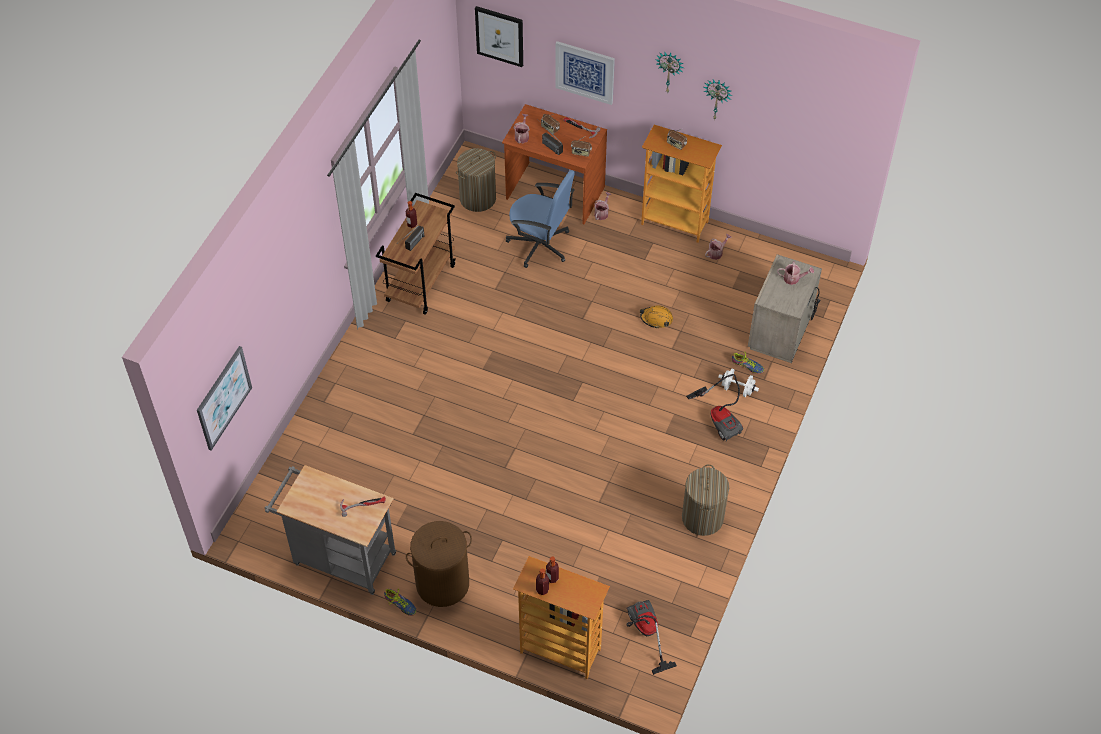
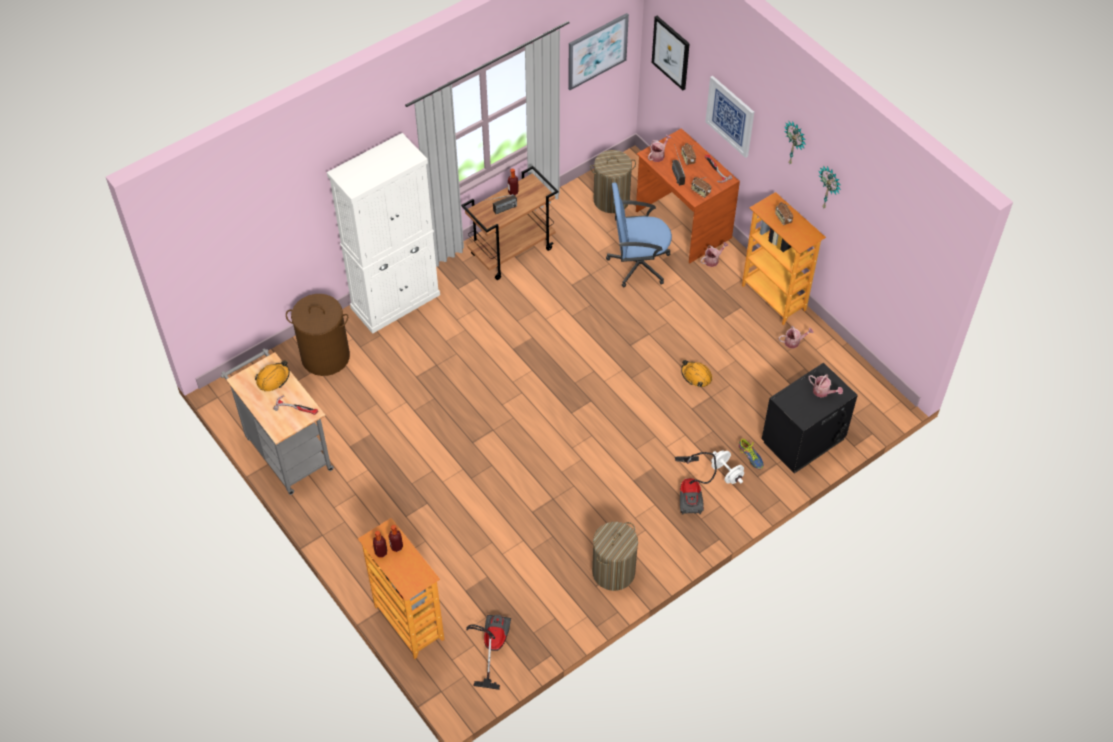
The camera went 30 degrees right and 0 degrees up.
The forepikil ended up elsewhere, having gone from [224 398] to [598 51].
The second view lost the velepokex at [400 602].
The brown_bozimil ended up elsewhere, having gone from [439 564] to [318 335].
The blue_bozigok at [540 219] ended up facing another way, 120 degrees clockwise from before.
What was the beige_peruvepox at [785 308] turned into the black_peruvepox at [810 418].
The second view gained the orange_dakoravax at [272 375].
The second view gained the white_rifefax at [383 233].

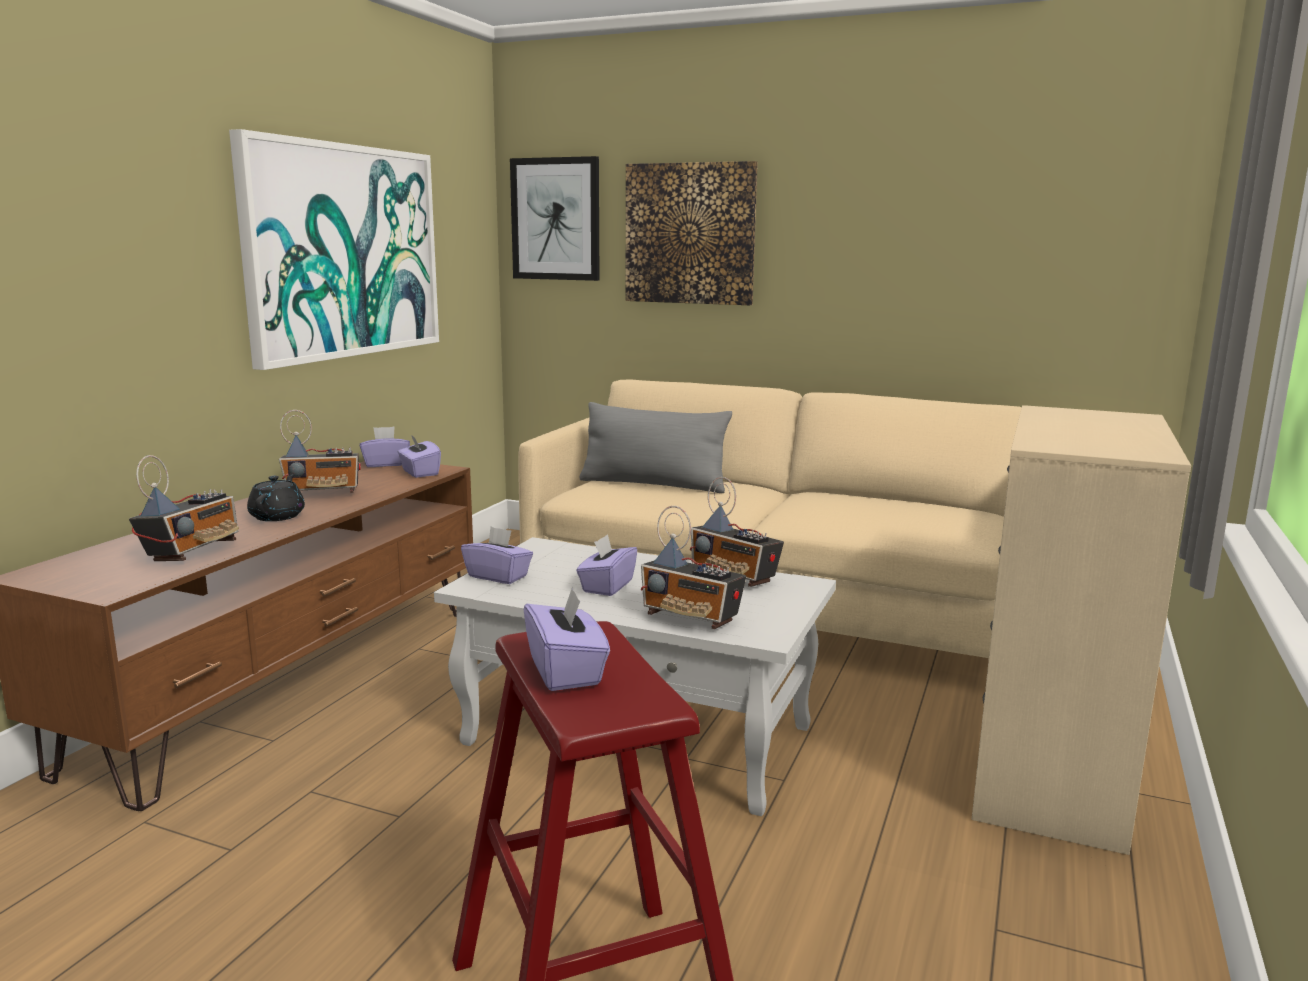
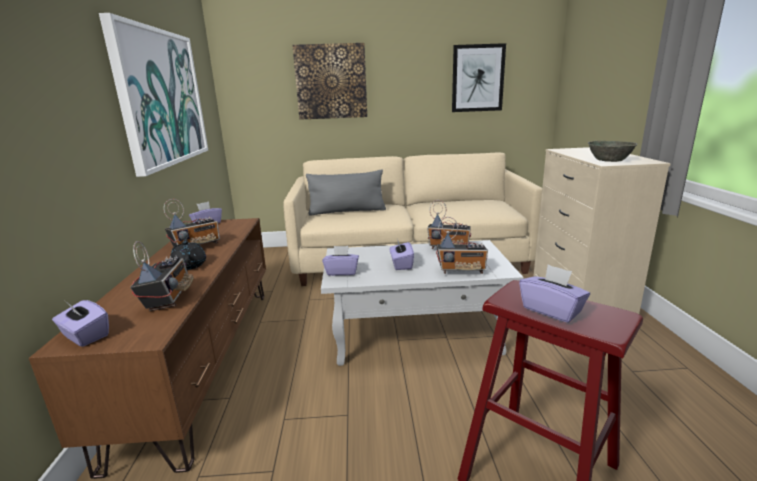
The camera went 25 degrees left and 5 degrees up.
The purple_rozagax ended up elsewhere, having gone from [419 456] to [80 323].
The forepikil ended up elsewhere, having gone from [554 218] to [479 77].
The second view gained the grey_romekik at [613 151].

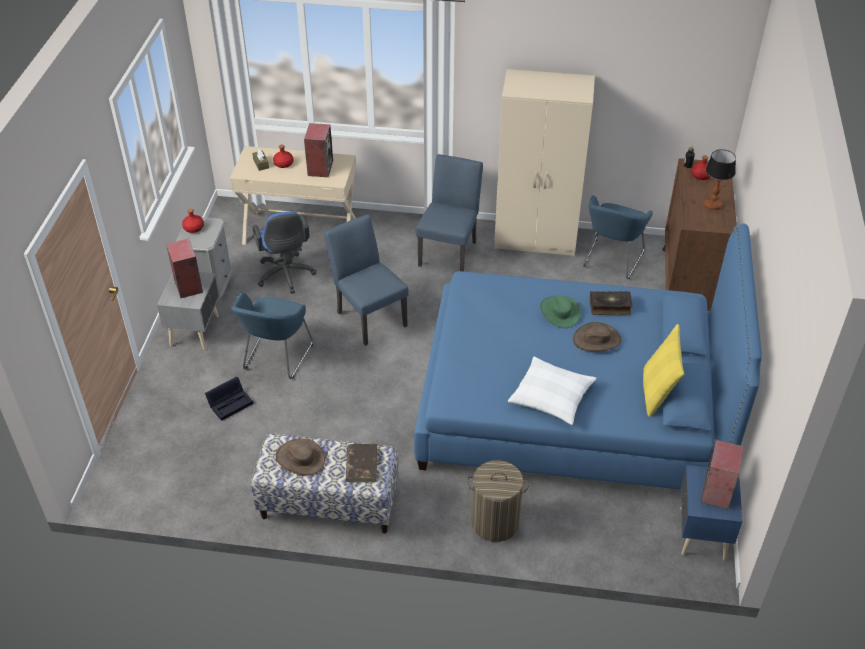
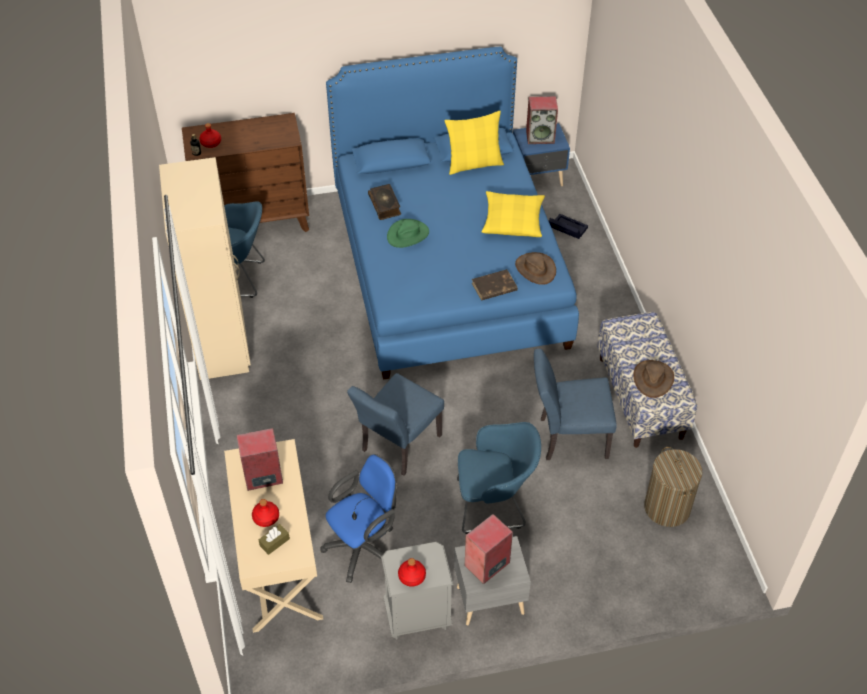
The camera went 110 degrees left and 5 degrees up.
The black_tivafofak ended up elsewhere, having gone from [229 399] to [568 226].
The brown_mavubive ended up elsewhere, having gone from [361 463] to [495 284].
The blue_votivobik ended up elsewhere, having gone from [449 212] to [575 404].
The bozimil ended up elsewhere, having gone from [498 501] to [673 487].
What was the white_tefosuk at [552 391] turned into the yellow_tefosuk at [513 214].
The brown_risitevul ended up elsewhere, having gone from [597 336] to [535 268].
The second view lost the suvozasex at [720 179].

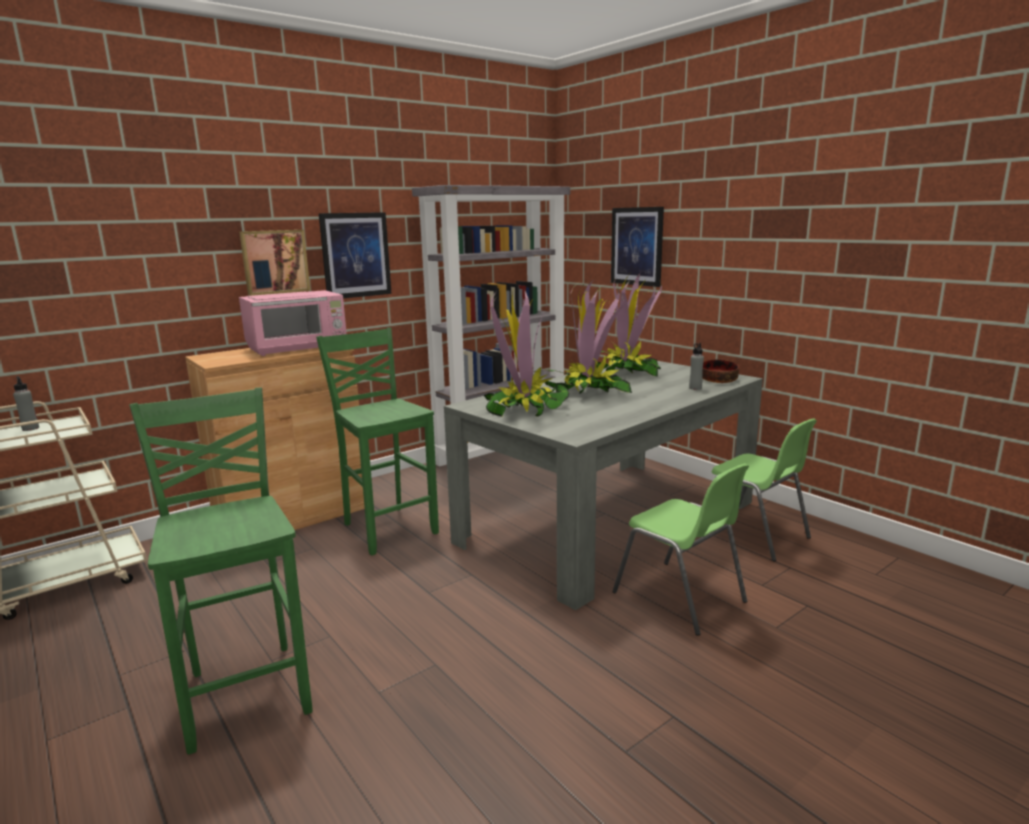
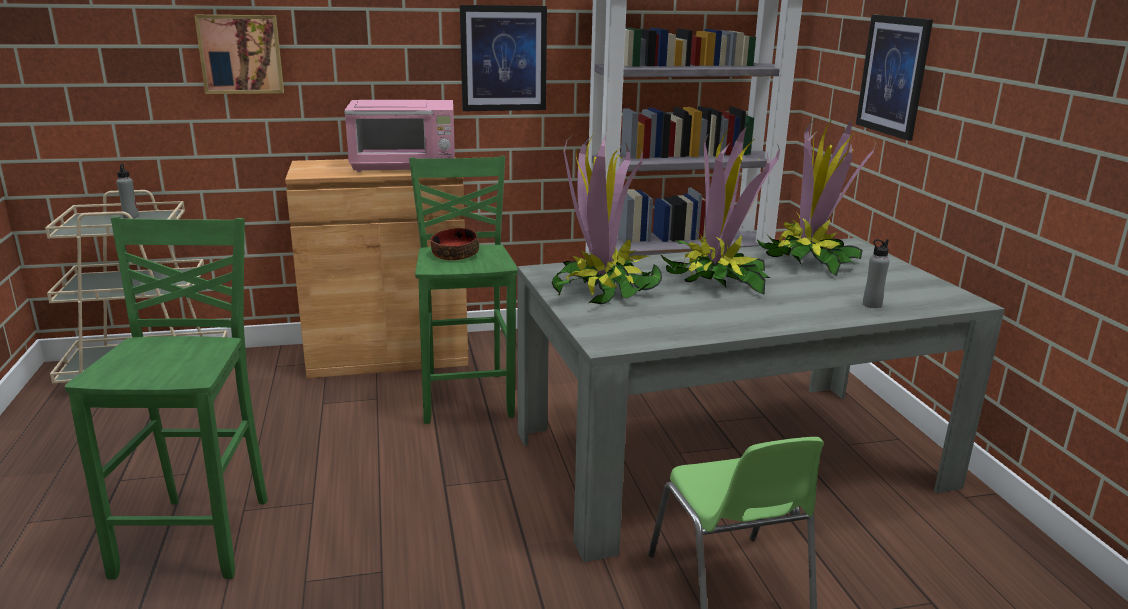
The camera went 25 degrees right and 5 degrees up.
The forepikil ended up elsewhere, having gone from [274 263] to [239 54].
The romekik ended up elsewhere, having gone from [720 371] to [455 244].
The second view lost the green_votivobik at [764 490].

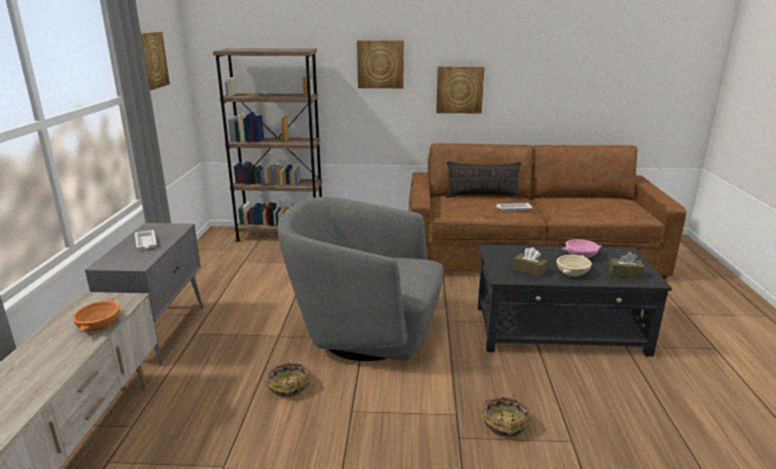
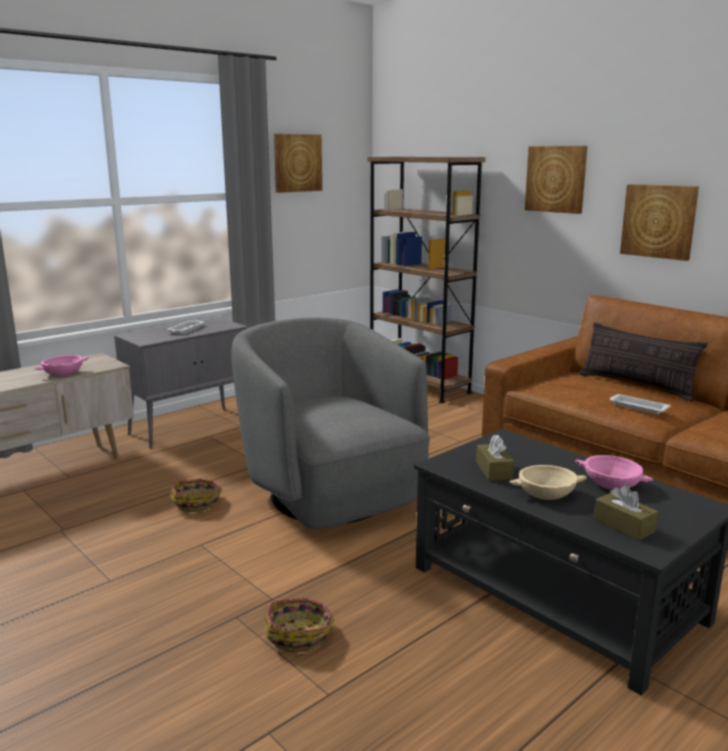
The camera went 45 degrees right and 5 degrees down.
What was the orange_romekik at [96 315] turned into the pink_romekik at [62 365].

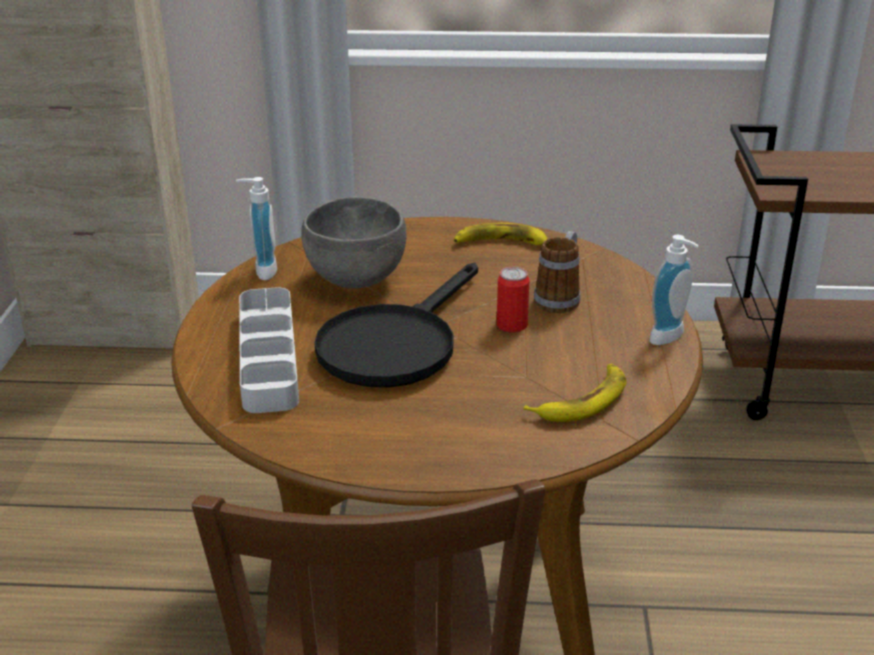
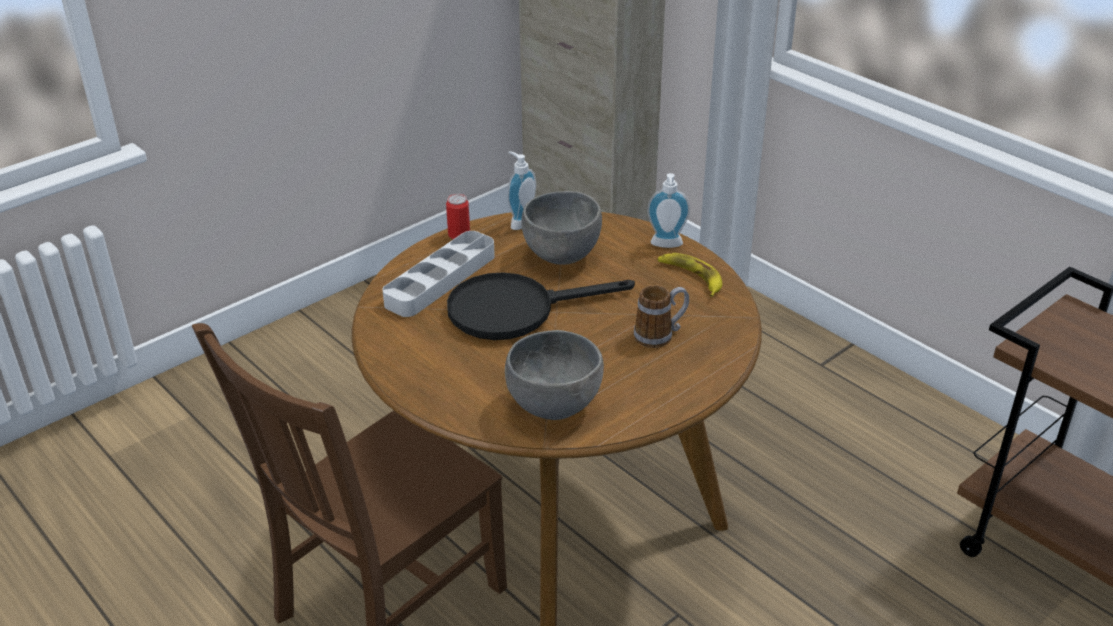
The camera went 45 degrees right and 5 degrees up.
The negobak ended up elsewhere, having gone from [513 300] to [458 216].
Where the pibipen stood at [575 393], the grey_romekik came to stand at [554 375].
The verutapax ended up elsewhere, having gone from [674 290] to [668 210].

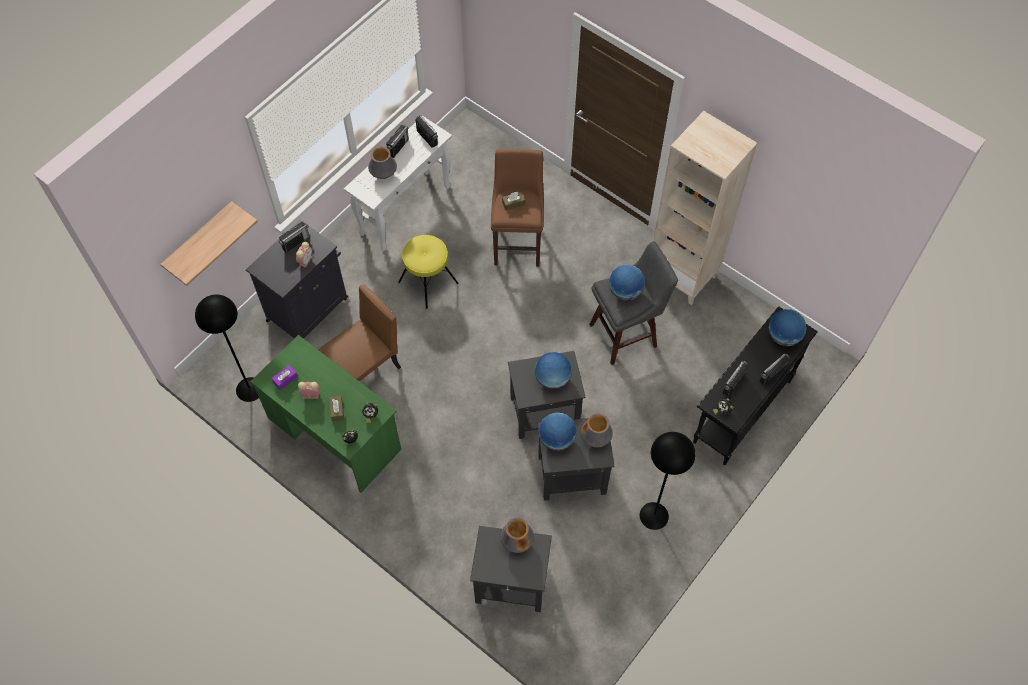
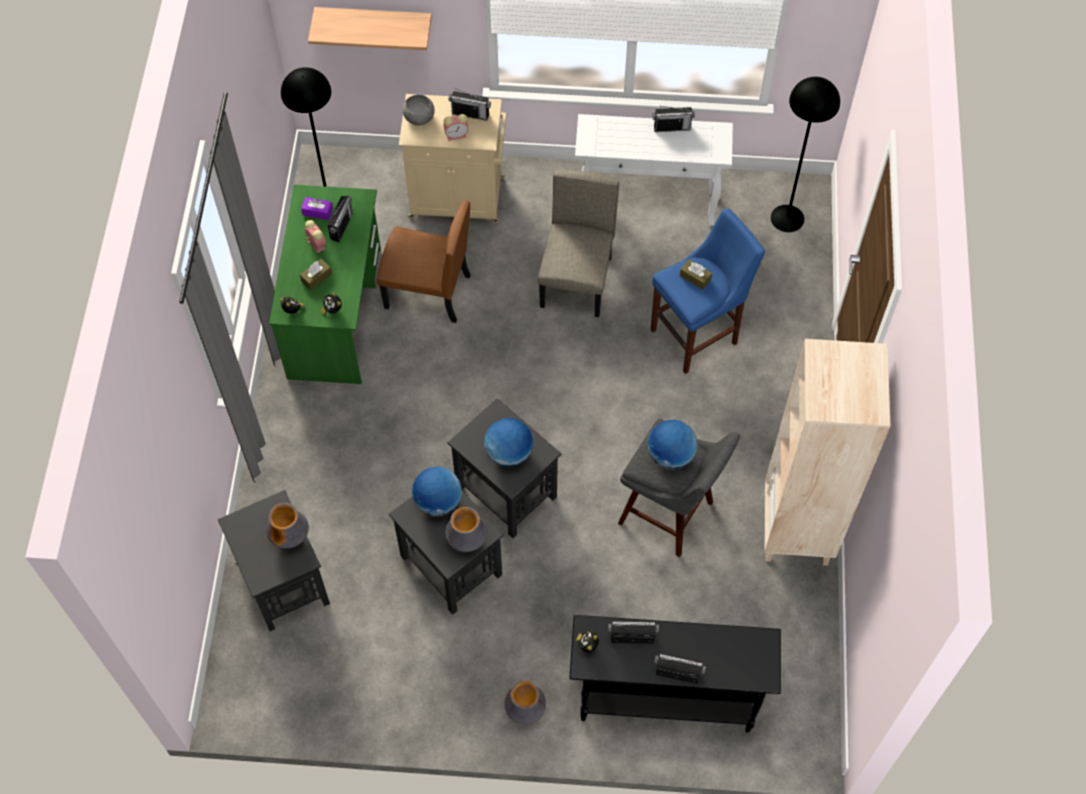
The camera went 55 degrees right and 0 degrees up.
What was the black_rifefax at [297 279] turned into the beige_rifefax at [452 158].
The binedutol ended up elsewhere, having gone from [382 163] to [525 702].
Where the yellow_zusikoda stood at [428 272], the beige_votivobik came to stand at [578 243].
The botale ended up elsewhere, having gone from [426 131] to [340 218].
What was the brown_zusikoda at [517 208] turned into the blue_zusikoda at [707 291].
The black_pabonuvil ended up elsewhere, having gone from [667 481] to [805 154].
The second view lost the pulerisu at [788 327].
The second view gained the grey_romekik at [418 110].

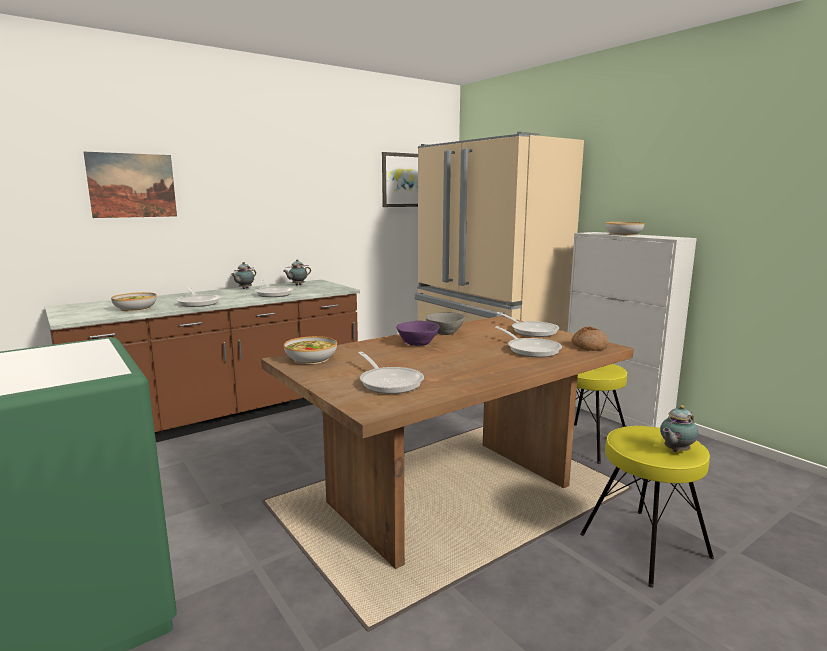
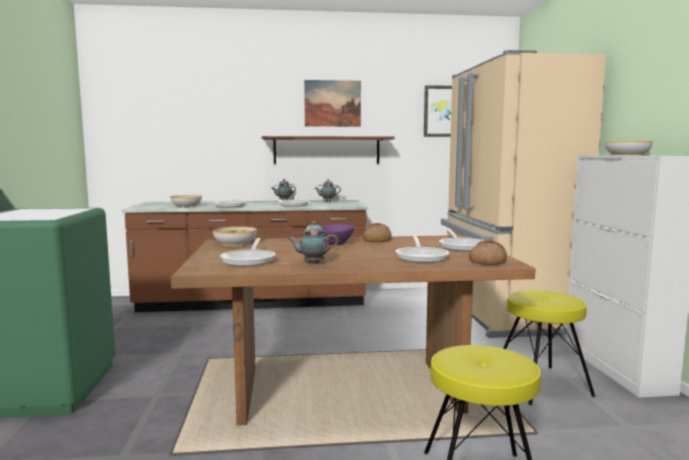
The camera went 30 degrees right and 5 degrees down.
The forepikil ended up elsewhere, having gone from [130 185] to [332 103].
Where the grey_romekik stood at [445 324], the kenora came to stand at [377 232].
The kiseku ended up elsewhere, having gone from [679 428] to [313 242].
The second view gained the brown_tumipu at [328 150].

